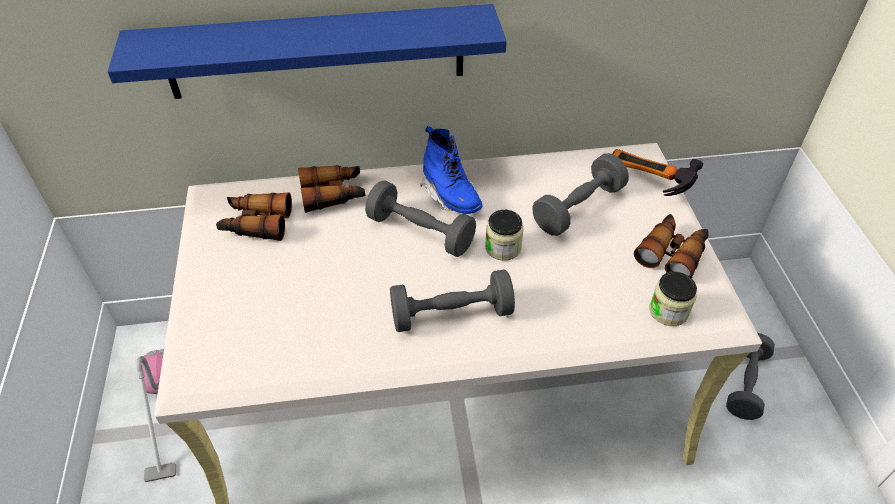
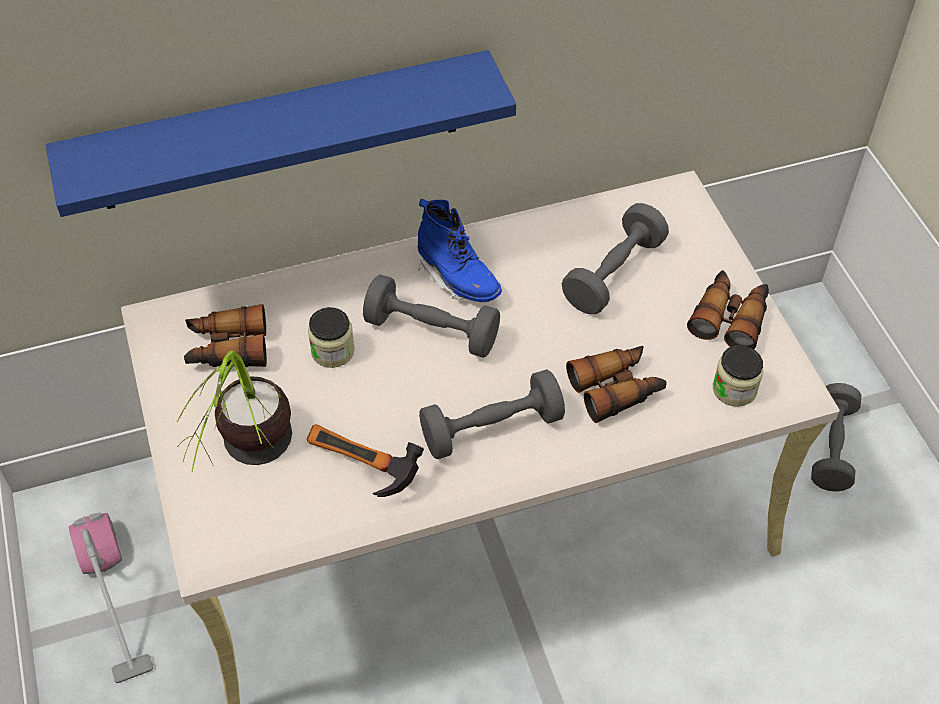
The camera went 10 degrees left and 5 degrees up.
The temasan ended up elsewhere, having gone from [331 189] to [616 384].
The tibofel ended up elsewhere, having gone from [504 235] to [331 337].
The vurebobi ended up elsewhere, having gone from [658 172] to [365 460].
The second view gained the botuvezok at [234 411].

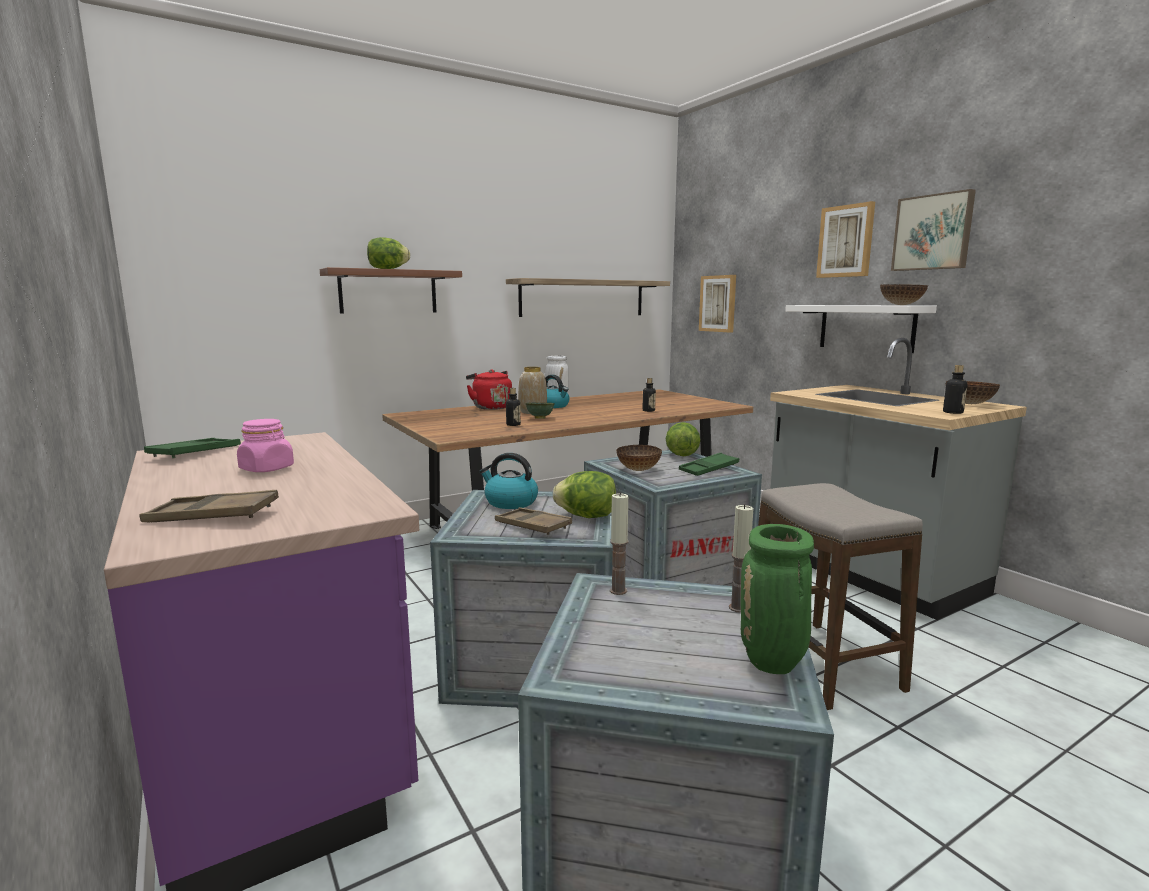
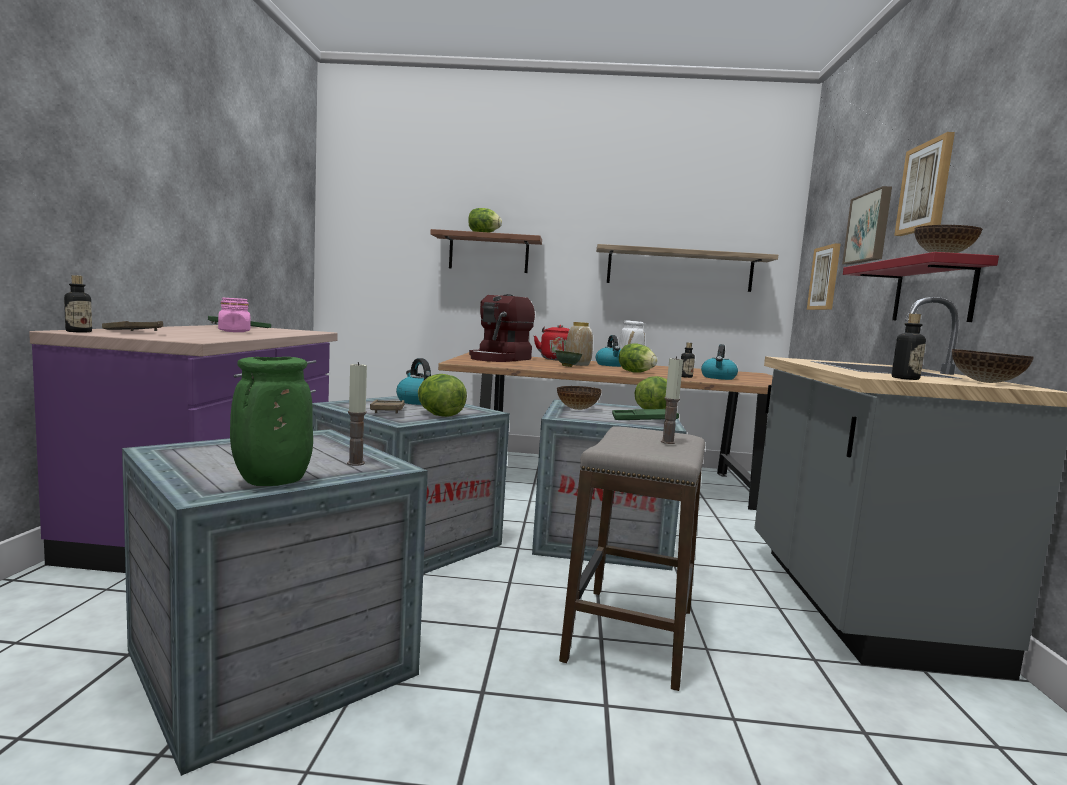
The camera went 35 degrees right and 5 degrees down.
The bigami ended up elsewhere, having gone from [513 407] to [78 303].
The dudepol ended up elsewhere, having gone from [619 543] to [672 400].
What was the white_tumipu at [861 329] turned into the red_tumipu at [921 287].
The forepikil ended up elsewhere, having gone from [933 230] to [867 225].
The second view gained the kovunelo at [502 328].
The second view gained the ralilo at [638 358].
The second view gained the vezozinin at [719 362].

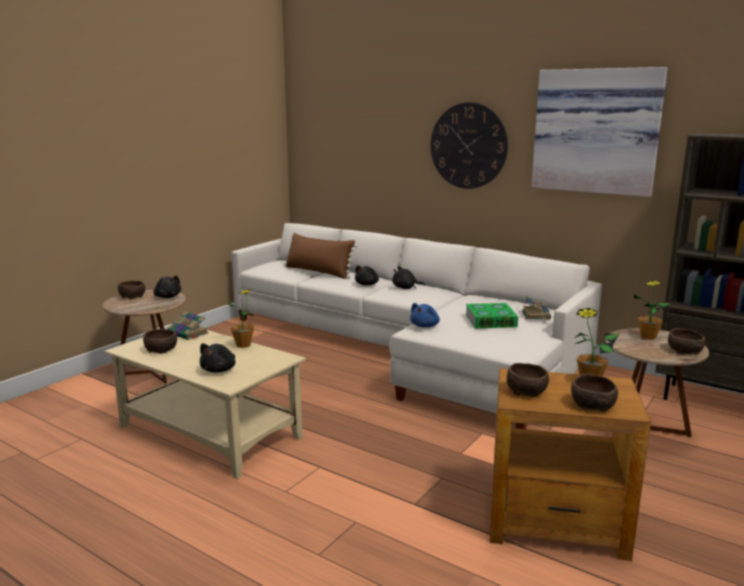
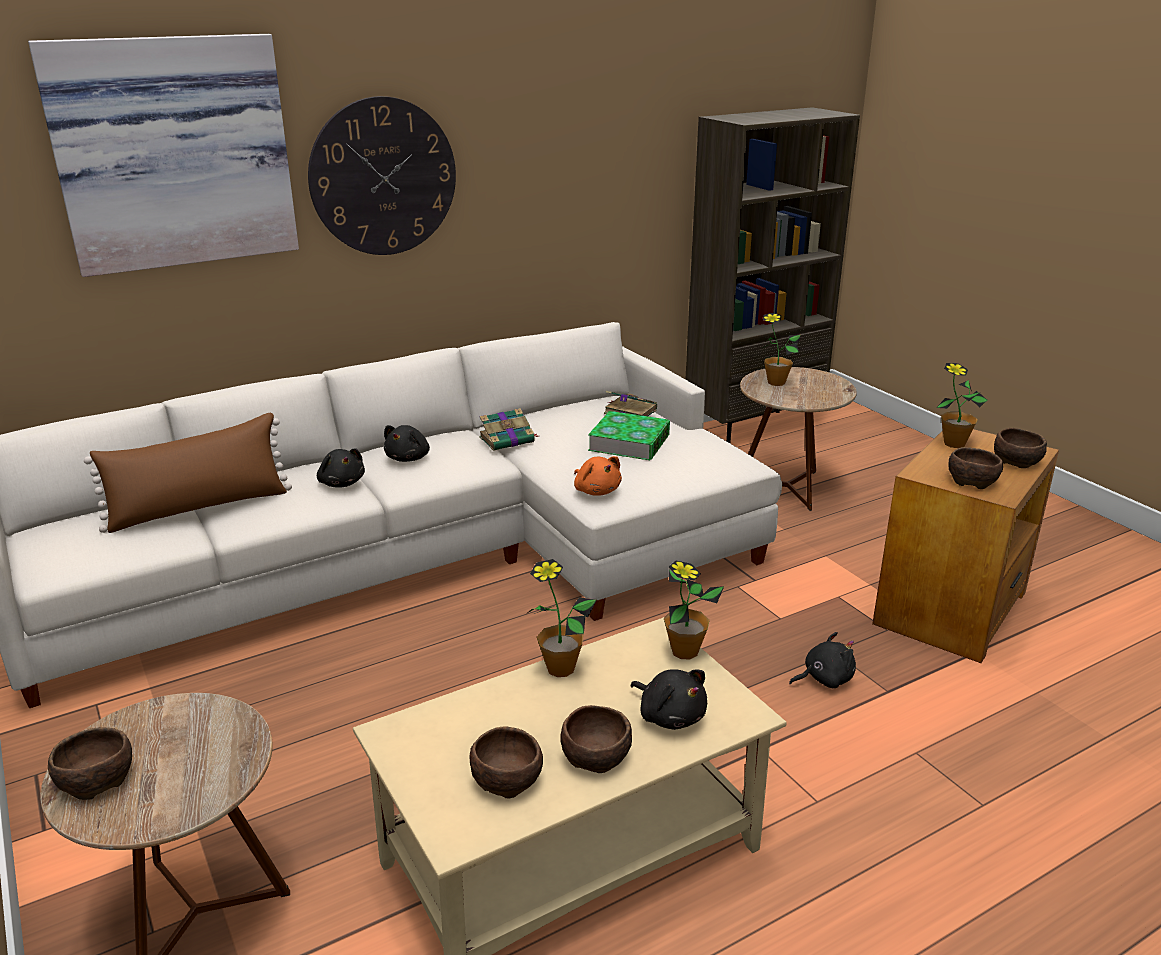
The camera went 65 degrees left and 10 degrees up.
The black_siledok ended up elsewhere, having gone from [167 286] to [822 660].
The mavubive ended up elsewhere, having gone from [188 325] to [508 429].
What was the blue_siledok at [425 315] turned into the orange_siledok at [598 476].
The forepikil ended up elsewhere, having gone from [599 132] to [163 155].
The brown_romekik ended up elsewhere, having gone from [687 341] to [596 739].
The second view gained the botuvezok at [694 610].

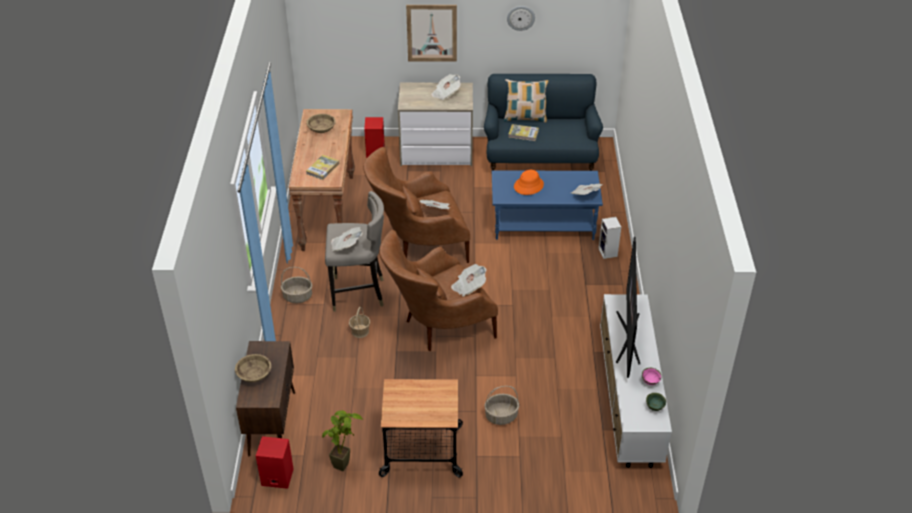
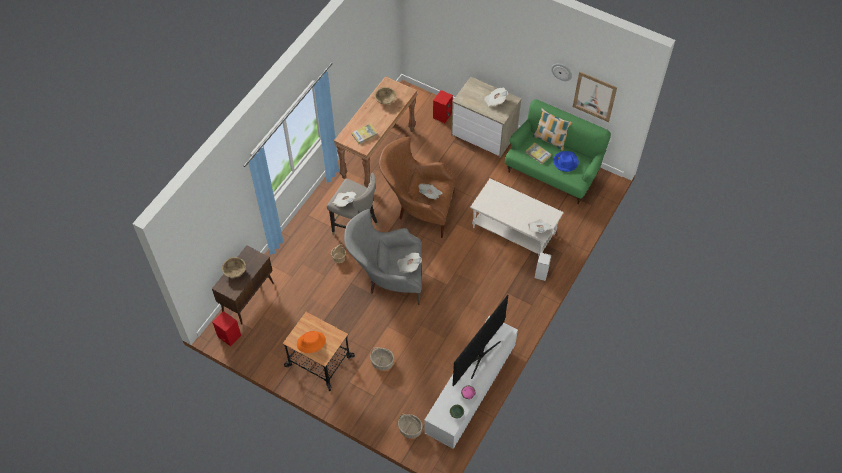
The camera went 30 degrees right and 15 degrees up.
The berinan ended up elsewhere, having gone from [296 285] to [410 426].
The second view lost the botuvezok at [342 440].
What was the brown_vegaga at [438 290] turned into the grey_vegaga at [383 257].
The forepikil ended up elsewhere, having gone from [431 33] to [595 97].
What was the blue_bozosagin at [543 122] turned into the green_bozosagin at [558 151].
What was the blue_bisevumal at [547 205] turned into the white_bisevumal at [517 217].
The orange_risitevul ended up elsewhere, having gone from [529 182] to [311 342].
The second view gained the blue_risitevul at [566 161].

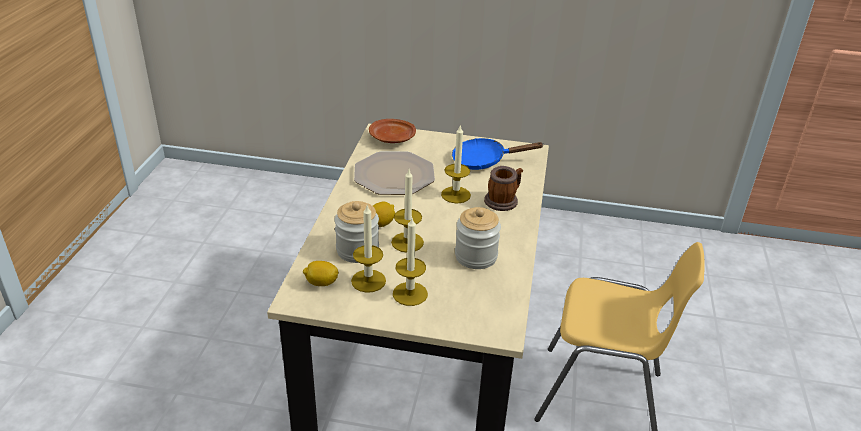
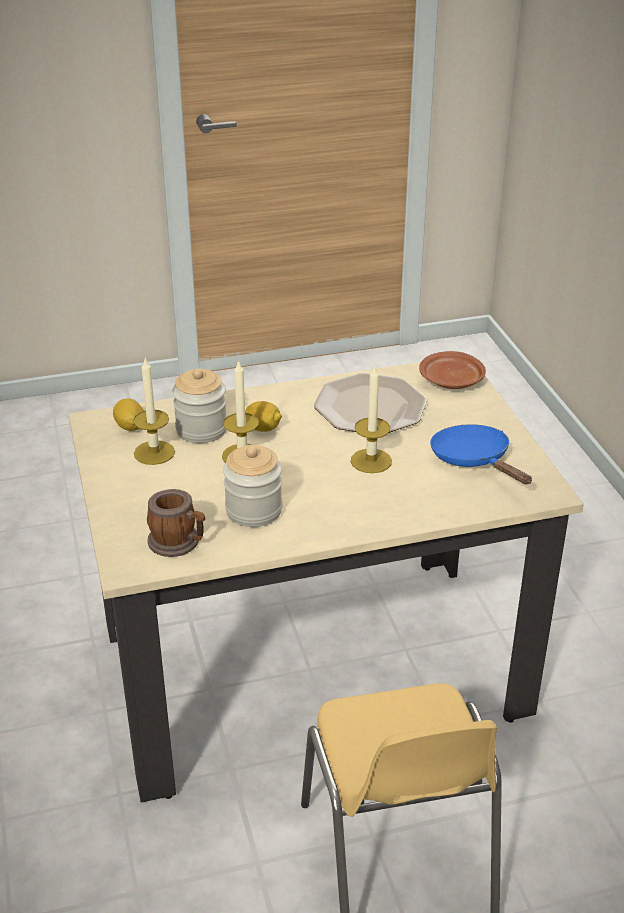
The camera went 65 degrees right and 0 degrees up.
The second view lost the dudepol at [410 262].
The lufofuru ended up elsewhere, having gone from [503 188] to [176 523].

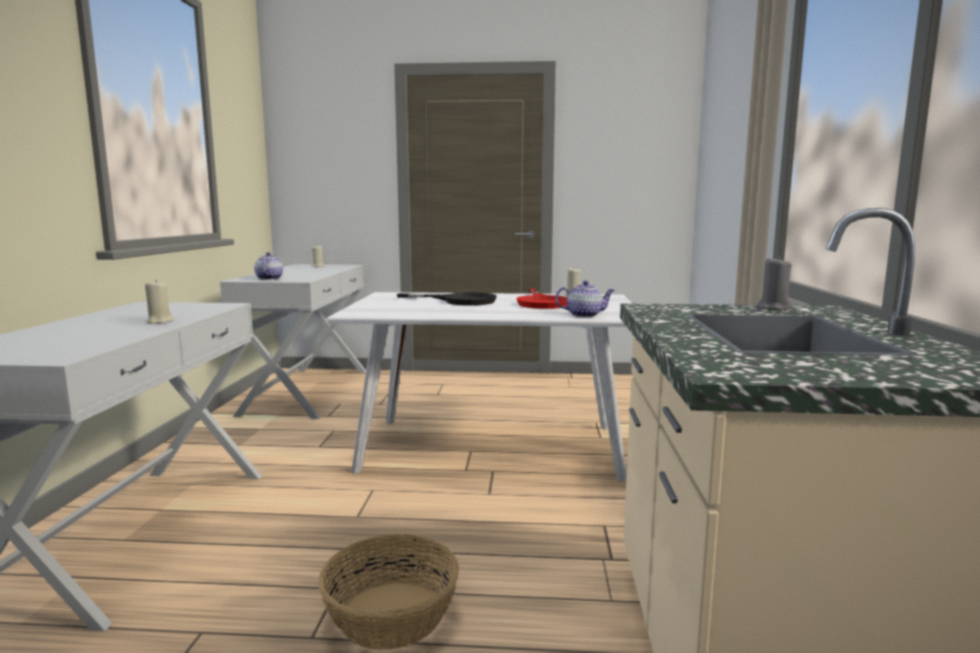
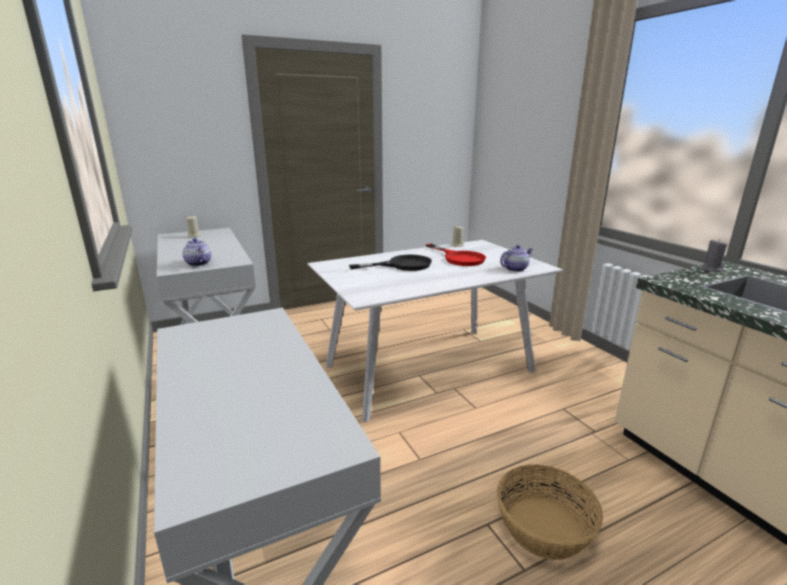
The camera went 30 degrees left and 10 degrees up.
The second view lost the beige_dudepol at [159 302].

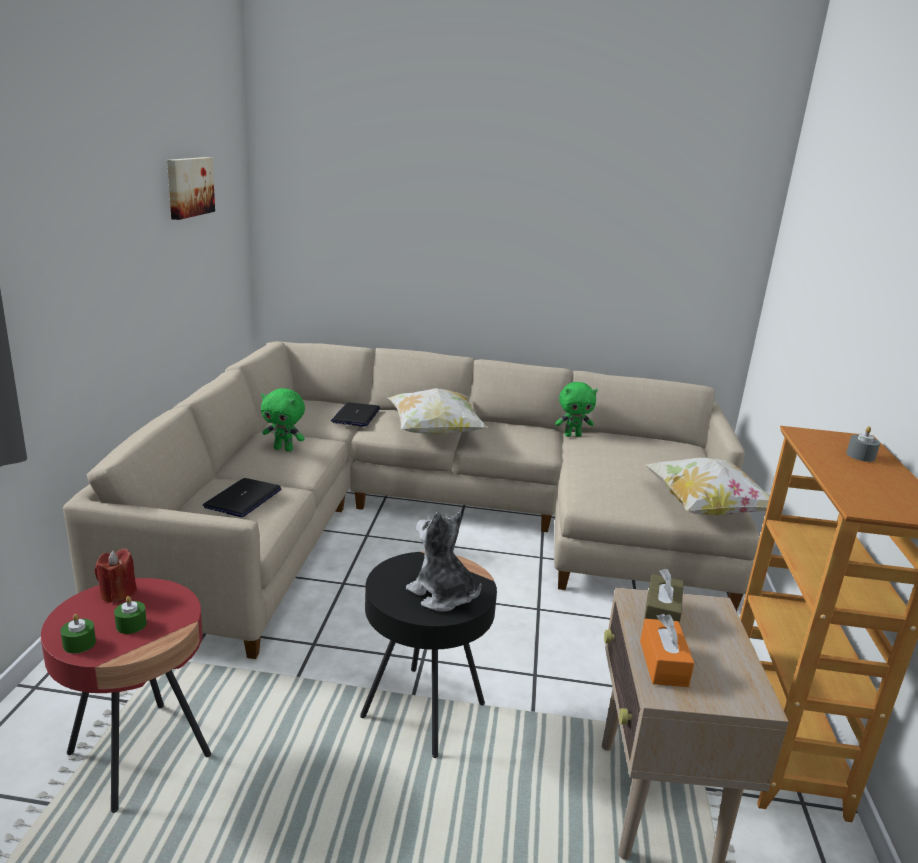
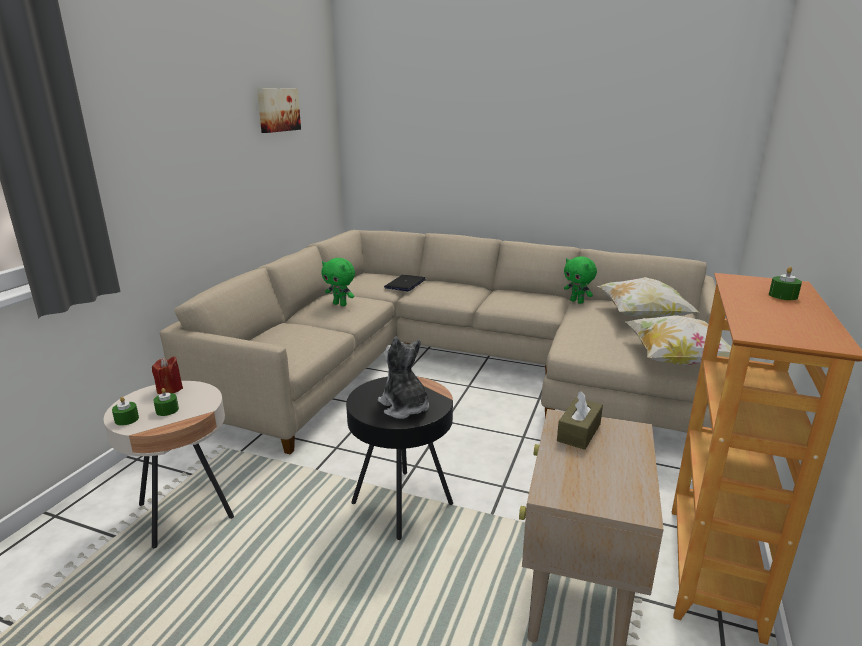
The camera went 15 degrees right and 0 degrees up.
What was the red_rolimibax at [126 695] turned into the beige_rolimibax at [168 464].
The second view lost the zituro at [242 497].
The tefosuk ended up elsewhere, having gone from [437 411] to [648 297].
The green_siledok at [576 409] ended up facing another way, 45 degrees clockwise from before.
The second view lost the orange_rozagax at [667 650].
What was the grey_dudepol at [863 444] turned into the green_dudepol at [785 283].

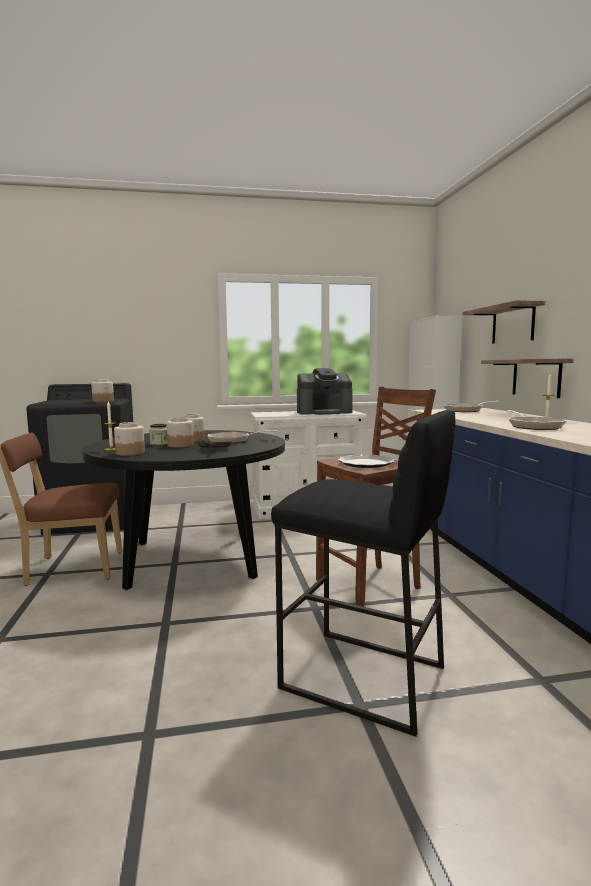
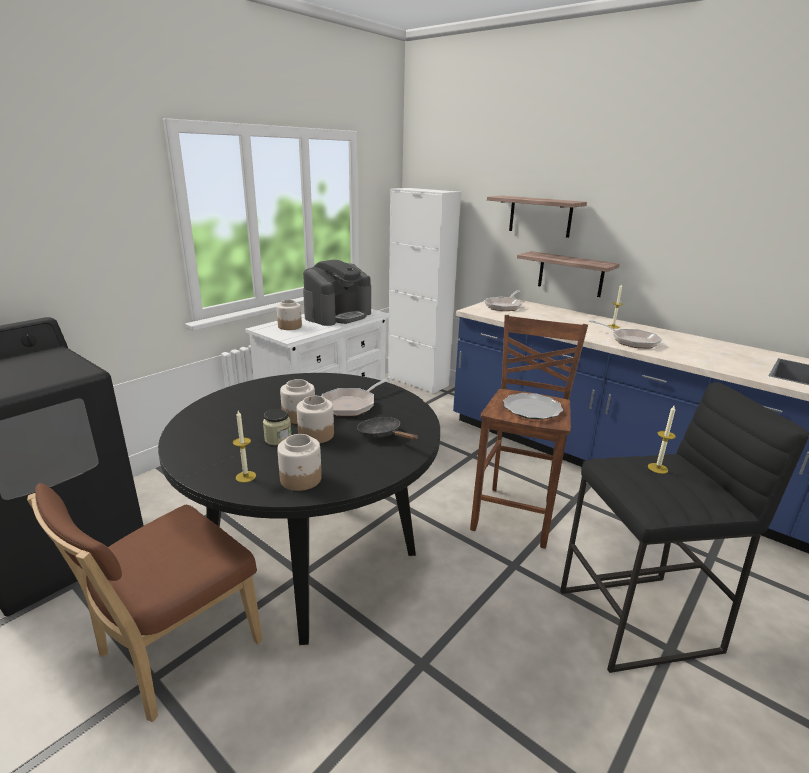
The camera went 40 degrees left and 15 degrees up.
The tibofel ended up elsewhere, having gone from [102 390] to [289 315].
The second view gained the dudepol at [662 440].

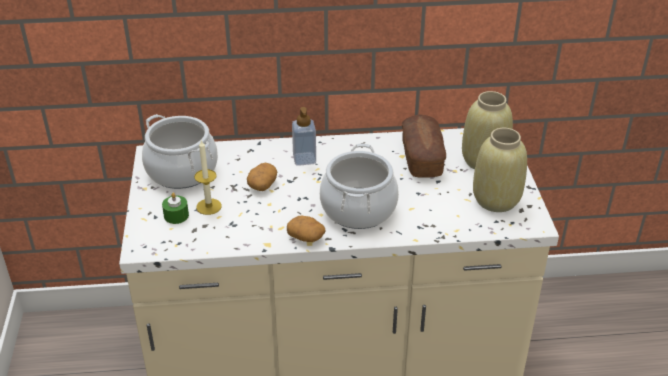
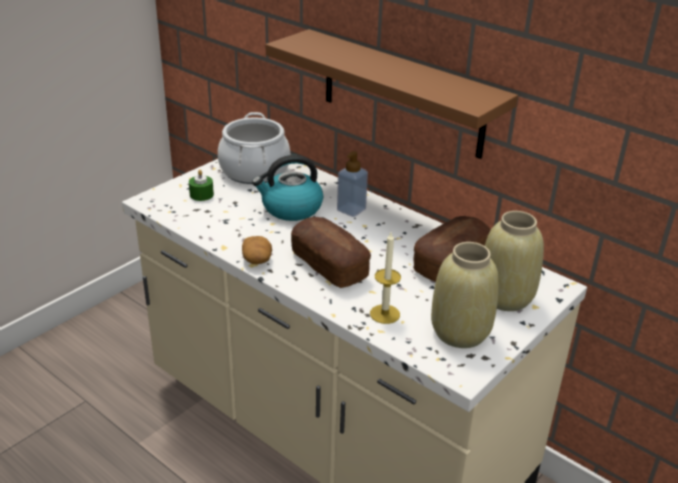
The camera went 45 degrees right and 5 degrees down.
The dudepol ended up elsewhere, having gone from [208 177] to [385 278].
Where the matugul stood at [262 177], the vezozinin came to stand at [287 188].
Where the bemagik stood at [359 186], the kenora came to stand at [331 252].
The second view gained the brown_tumipu at [392 94].

